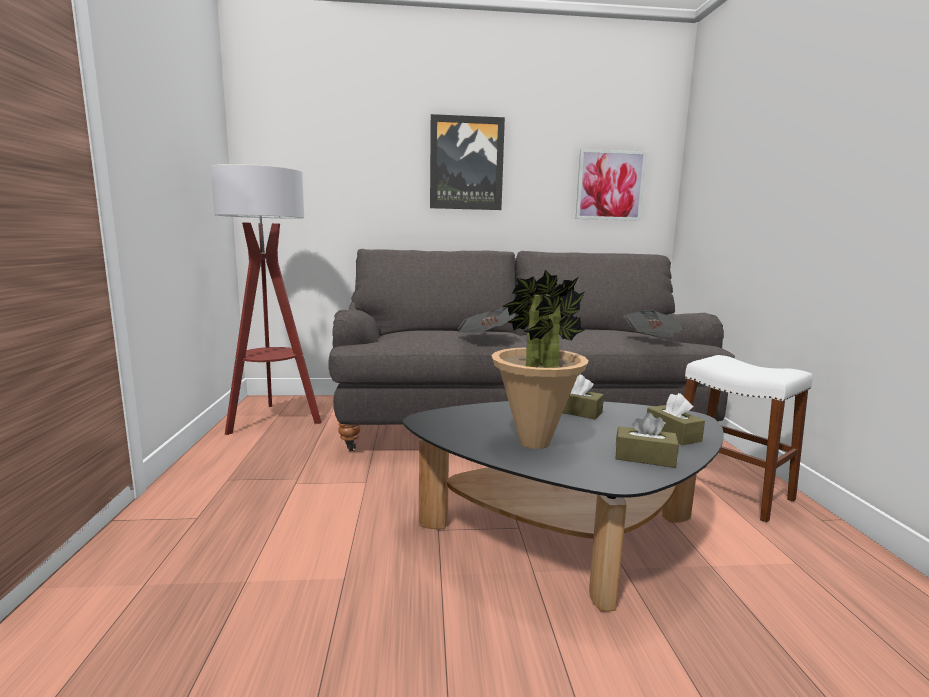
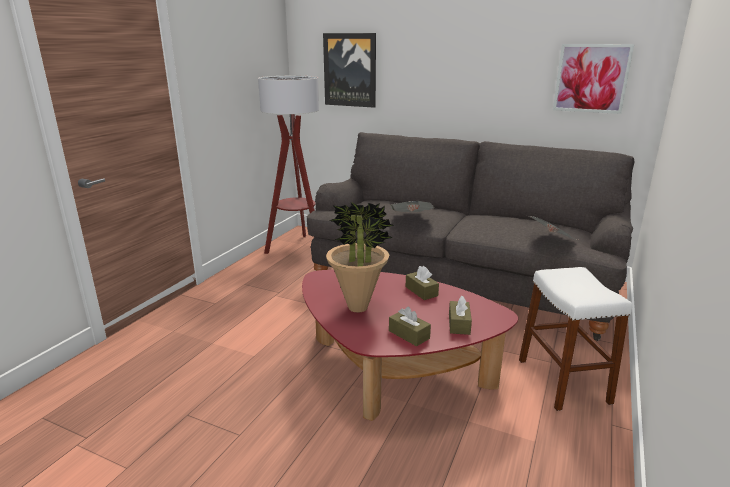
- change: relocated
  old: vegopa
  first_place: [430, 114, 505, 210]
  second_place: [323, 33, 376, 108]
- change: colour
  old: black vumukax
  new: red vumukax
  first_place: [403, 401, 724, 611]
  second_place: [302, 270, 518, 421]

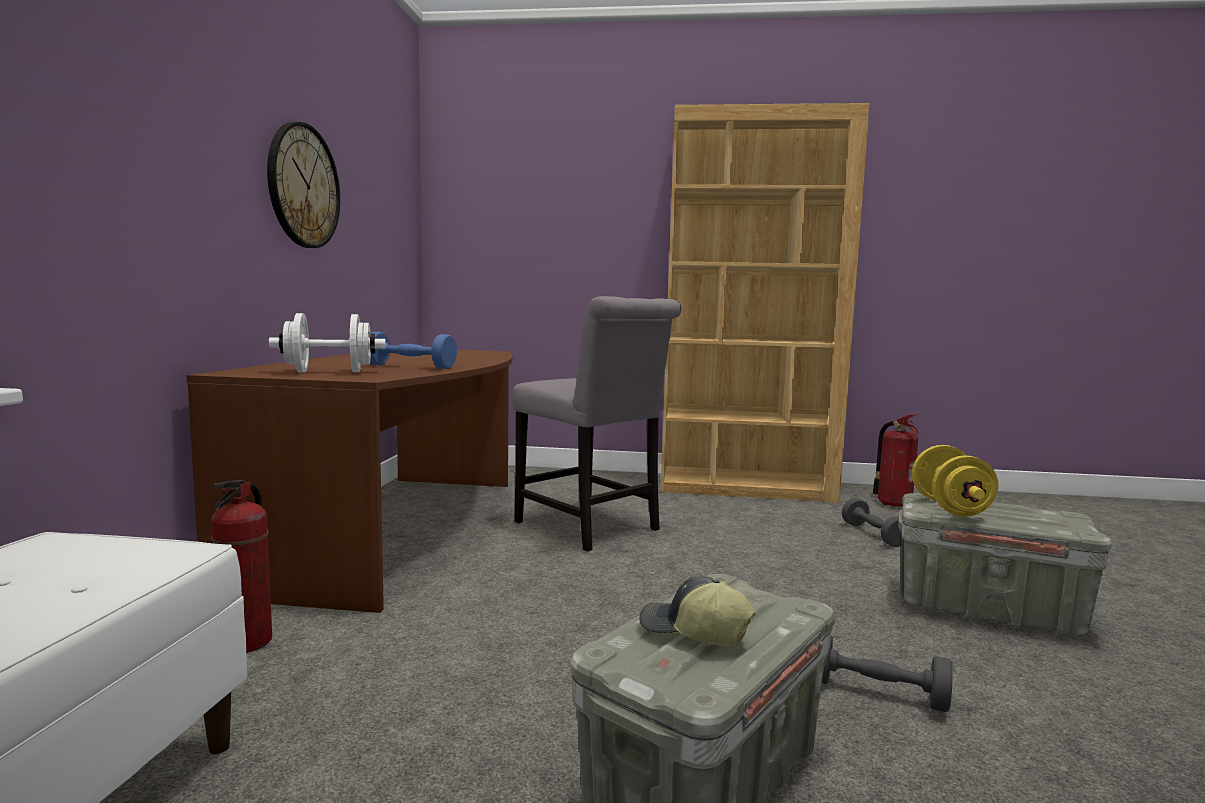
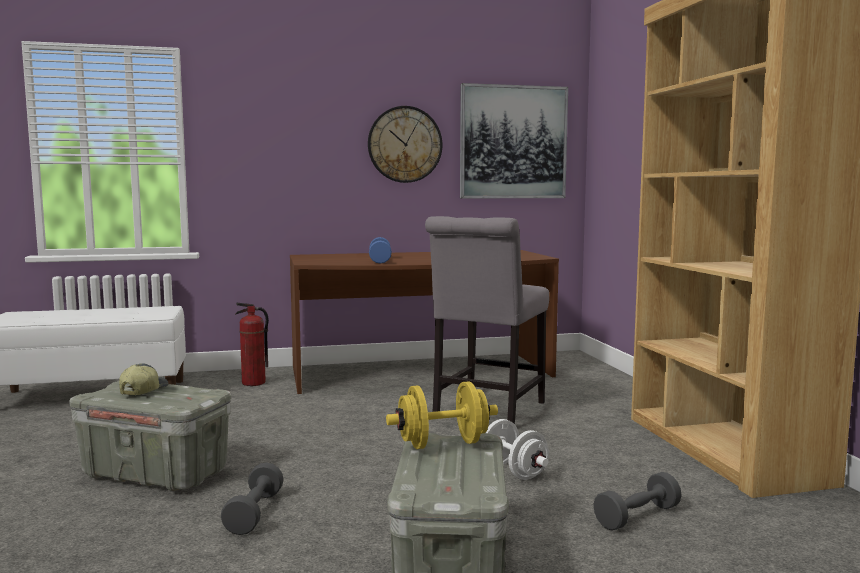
- change: relocated
  old: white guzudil
  first_place: [269, 313, 386, 372]
  second_place: [485, 419, 549, 480]
- change: missing
  old: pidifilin
  first_place: [872, 414, 918, 507]
- change: appeared
  new: vegopa
  second_place: [460, 83, 568, 198]

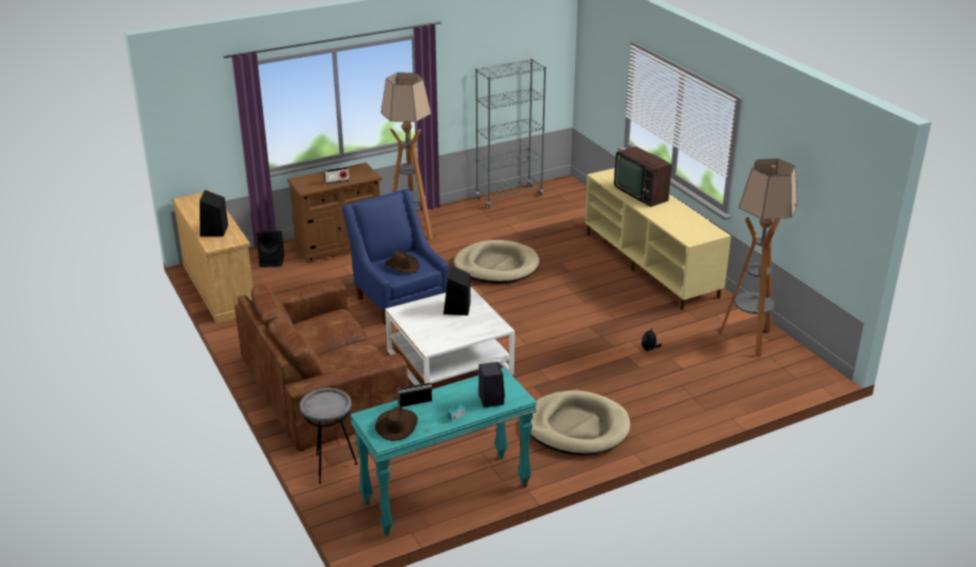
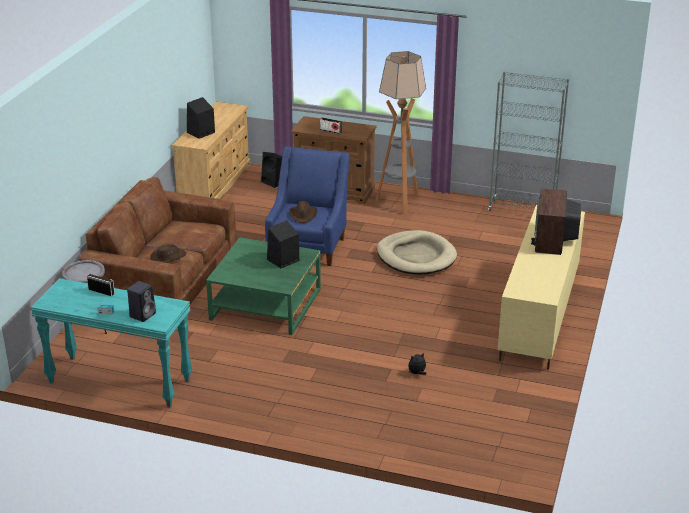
- change: missing
  old: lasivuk
  first_place: [719, 158, 797, 357]
- change: colour
  old: white vumukax
  new: green vumukax
  first_place: [385, 286, 515, 385]
  second_place: [206, 237, 321, 335]
- change: missing
  old: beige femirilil
  first_place: [531, 390, 630, 455]
- change: relocated
  old: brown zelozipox
  first_place: [375, 407, 418, 441]
  second_place: [150, 244, 186, 263]

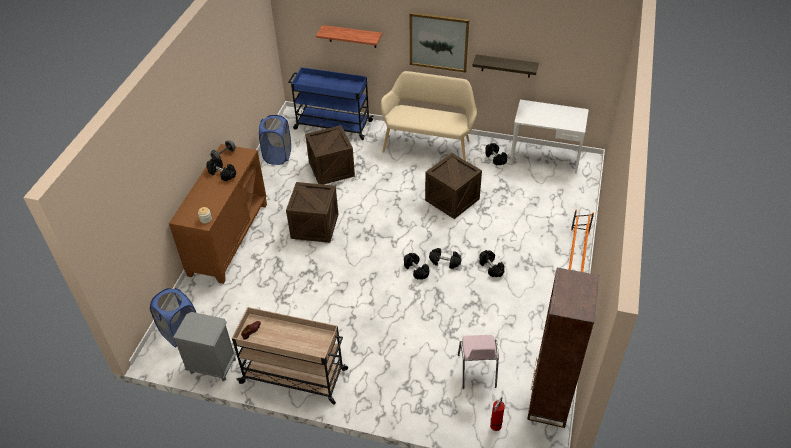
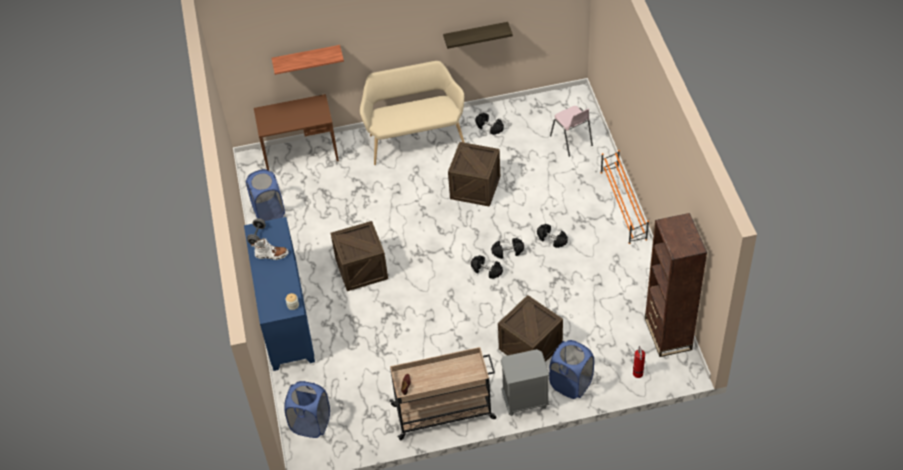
- change: missing
  old: vegopa
  first_place: [410, 12, 469, 73]
- change: exchanged
  old: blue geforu
  new: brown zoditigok
  first_place: [288, 67, 374, 140]
  second_place: [254, 94, 339, 171]
- change: missing
  old: white zoditigok
  first_place: [510, 100, 589, 174]
- change: relocated
  old: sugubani
  first_place: [305, 125, 355, 184]
  second_place: [498, 295, 563, 362]
- change: colour
  old: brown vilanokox
  new: blue vilanokox
  first_place: [169, 144, 267, 284]
  second_place: [244, 217, 315, 371]
- change: exchanged
  old: black guzudil
  new: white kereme
  first_place: [206, 158, 236, 181]
  second_place: [251, 238, 289, 260]
- change: relocated
  old: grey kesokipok
  first_place: [173, 312, 236, 381]
  second_place: [500, 349, 550, 416]
- change: relocated
  old: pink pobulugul
  first_place: [458, 335, 499, 389]
  second_place: [550, 106, 593, 157]
- change: appeared
  new: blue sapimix
  second_place: [549, 340, 594, 399]

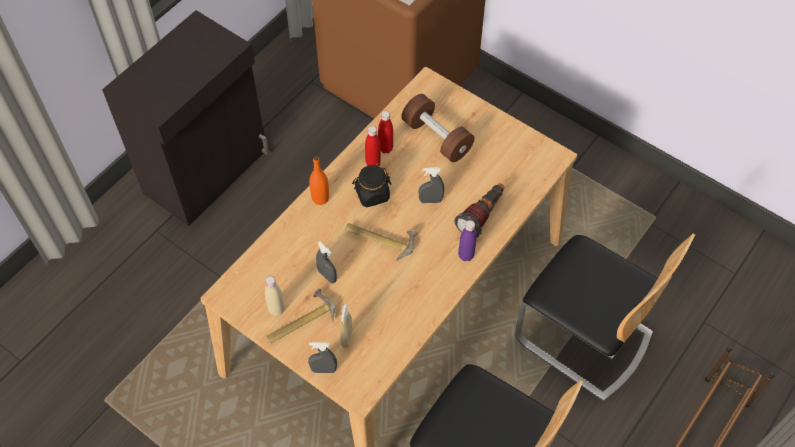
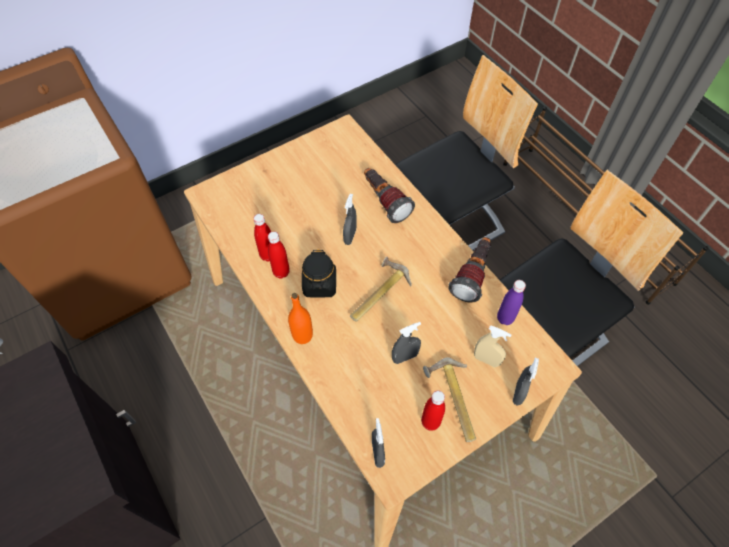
- change: missing
  old: brown guzudil
  first_place: [401, 94, 474, 162]
- change: relocated
  old: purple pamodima
  first_place: [458, 220, 476, 261]
  second_place: [497, 280, 526, 325]
- change: colour
  old: beige pamodima
  new: red pamodima
  first_place: [265, 276, 285, 316]
  second_place: [421, 391, 445, 431]
- change: appeared
  new: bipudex
  second_place: [448, 237, 491, 303]
- change: appeared
  new: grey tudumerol
  second_place: [372, 418, 385, 468]

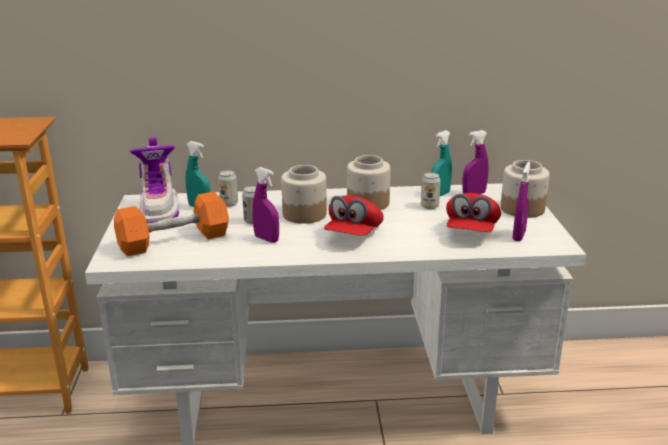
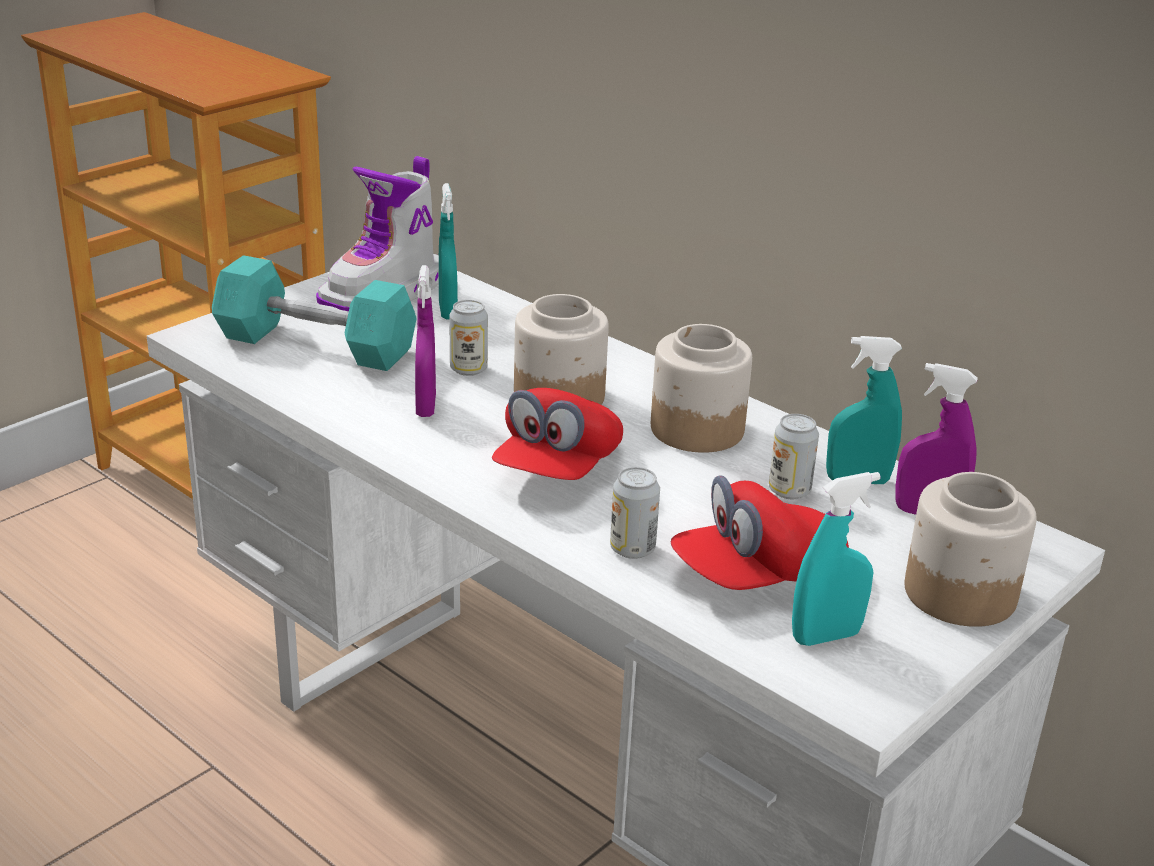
- change: colour
  old: purple tudumerol
  new: turquoise tudumerol
  first_place: [513, 162, 530, 241]
  second_place: [792, 472, 881, 646]
- change: relocated
  old: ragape
  first_place: [218, 170, 238, 207]
  second_place: [610, 467, 660, 559]
- change: colour
  old: orange guzudil
  new: turquoise guzudil
  first_place: [114, 192, 229, 256]
  second_place: [212, 255, 417, 371]
- change: spun
  old: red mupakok
  first_place: [324, 195, 384, 236]
  second_place: [492, 388, 623, 480]
  degrees: -45

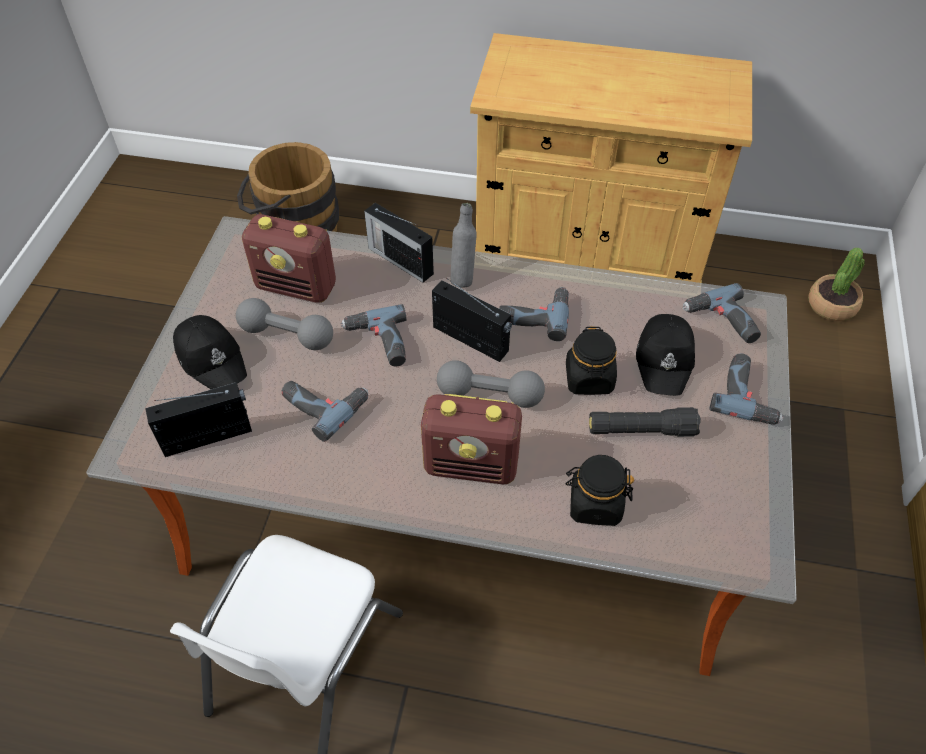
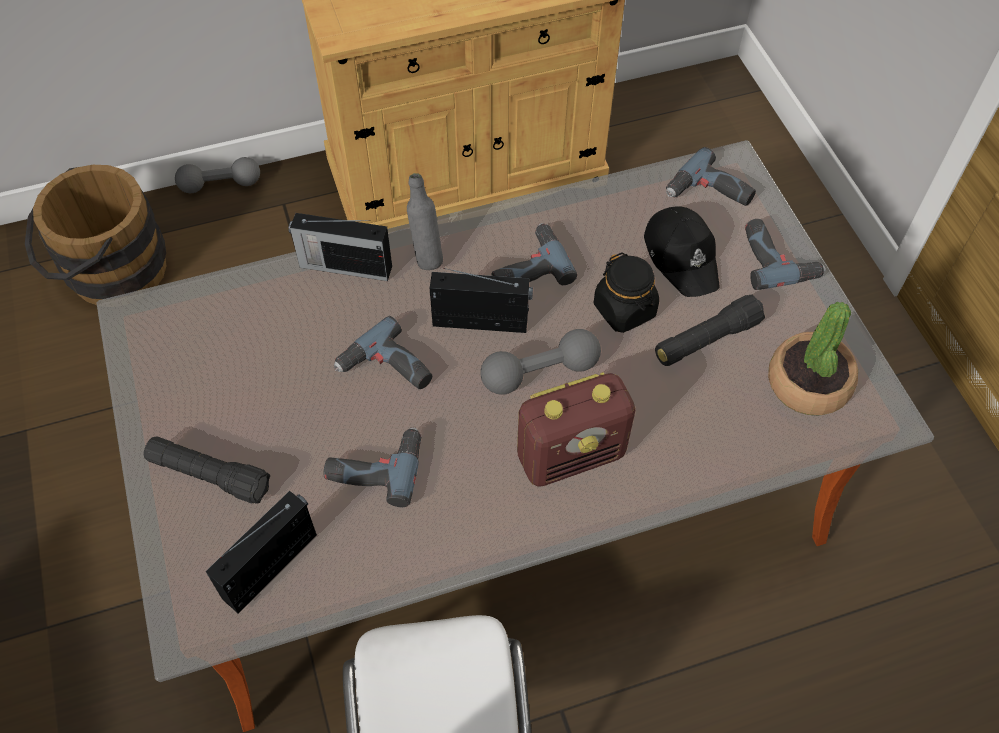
- change: missing
  old: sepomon
  first_place: [242, 214, 336, 303]
- change: relocated
  old: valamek
  first_place: [808, 248, 865, 321]
  second_place: [768, 302, 858, 415]
- change: relocated
  old: grey guzudil
  first_place: [236, 298, 333, 350]
  second_place: [175, 157, 260, 193]
- change: exchanged
  old: black mupakok
  new: black bipudex
  first_place: [173, 315, 247, 389]
  second_place: [144, 436, 270, 504]
- change: missing
  old: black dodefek
  first_place: [565, 455, 634, 526]

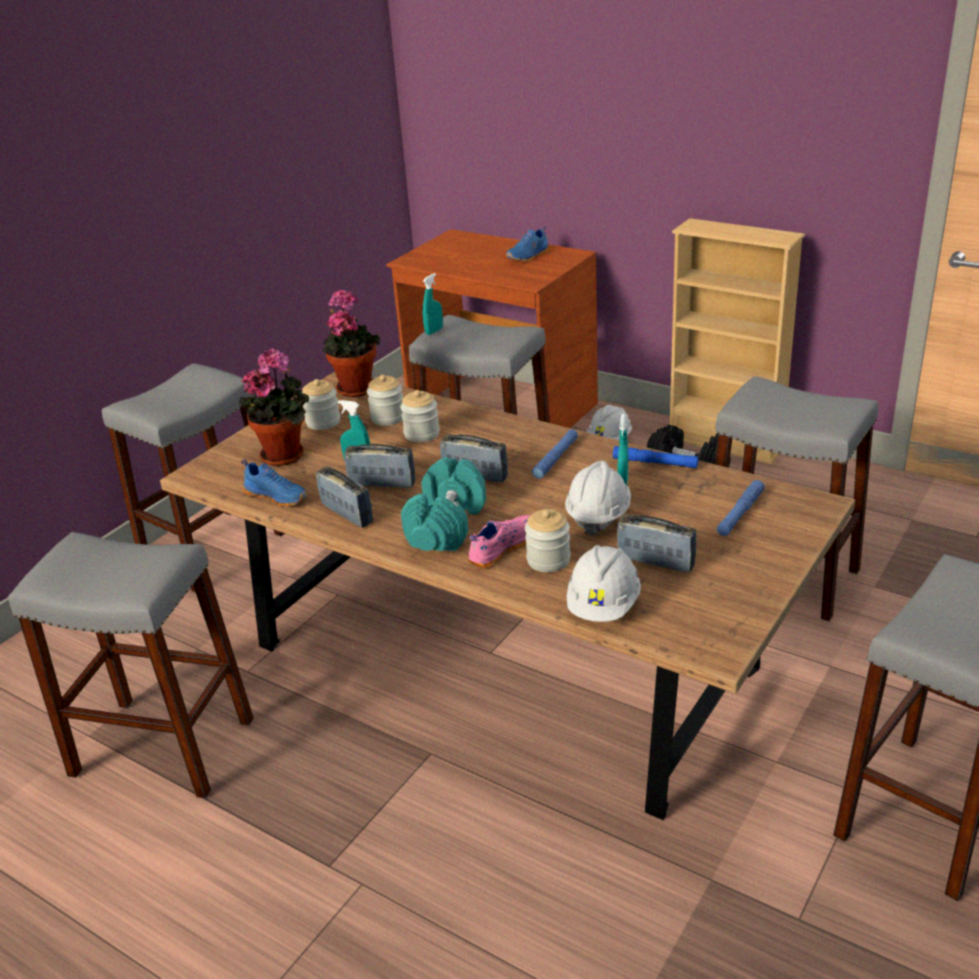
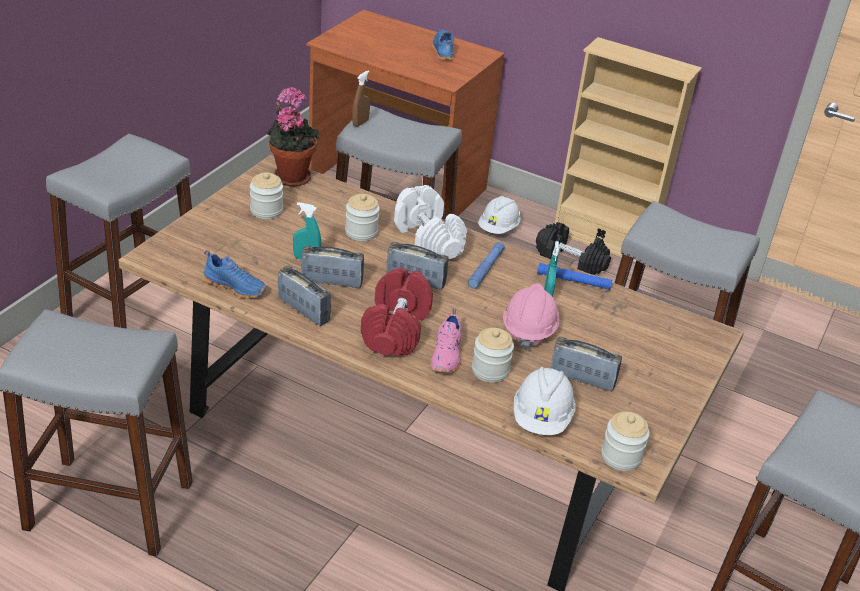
- change: spun
  old: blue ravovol
  first_place: [506, 226, 549, 262]
  second_place: [432, 30, 454, 60]
  degrees: 135
- change: colour
  old: turquoise tudumerol
  new: brown tudumerol
  first_place: [423, 273, 443, 335]
  second_place: [352, 70, 370, 127]
- change: missing
  old: valamek
  first_place: [238, 348, 309, 466]
- change: relocated
  old: dodefek
  first_place: [367, 375, 403, 426]
  second_place: [601, 411, 650, 471]
- change: colour
  old: turquoise guzudil
  new: red guzudil
  first_place: [401, 457, 486, 551]
  second_place: [361, 268, 433, 356]
- change: colour
  old: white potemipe
  new: pink potemipe
  first_place: [565, 460, 631, 536]
  second_place: [503, 283, 559, 350]
- change: missing
  old: blue bipudex
  first_place: [717, 480, 765, 536]
- change: spun
  old: pink ravovol
  first_place: [468, 515, 530, 569]
  second_place: [430, 308, 461, 373]
  degrees: 150
- change: appeared
  new: white guzudil
  second_place: [394, 185, 467, 259]

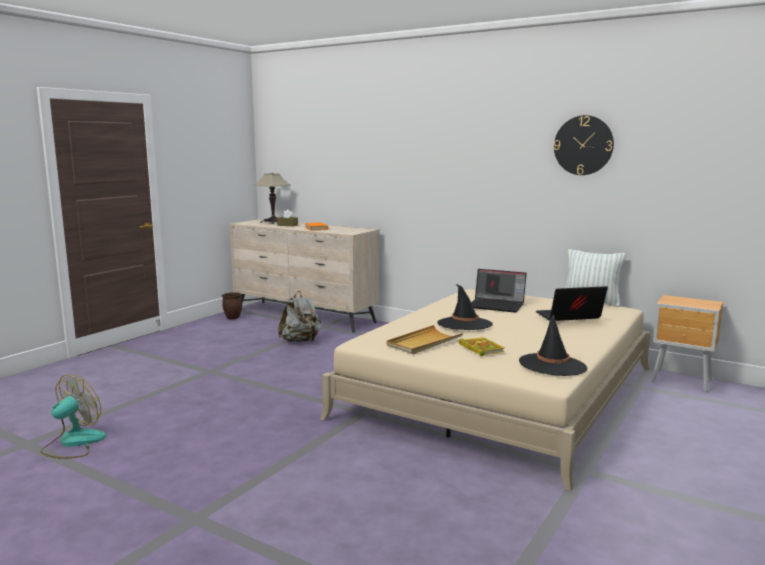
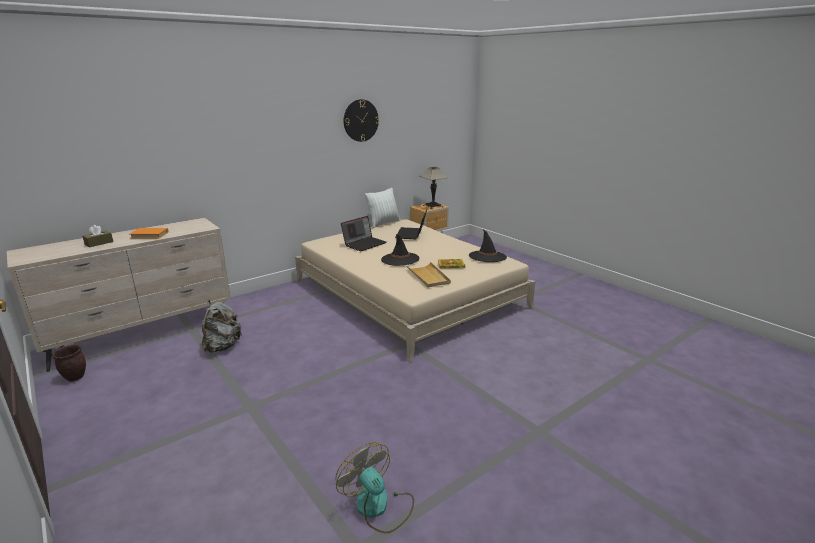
- change: relocated
  old: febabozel
  first_place: [253, 173, 290, 224]
  second_place: [419, 167, 449, 209]

